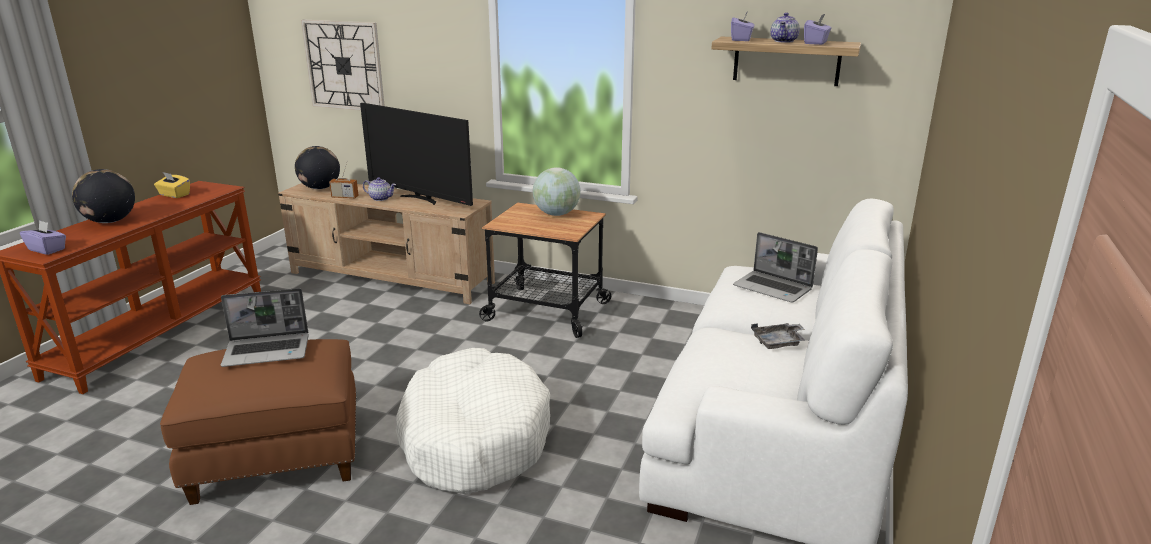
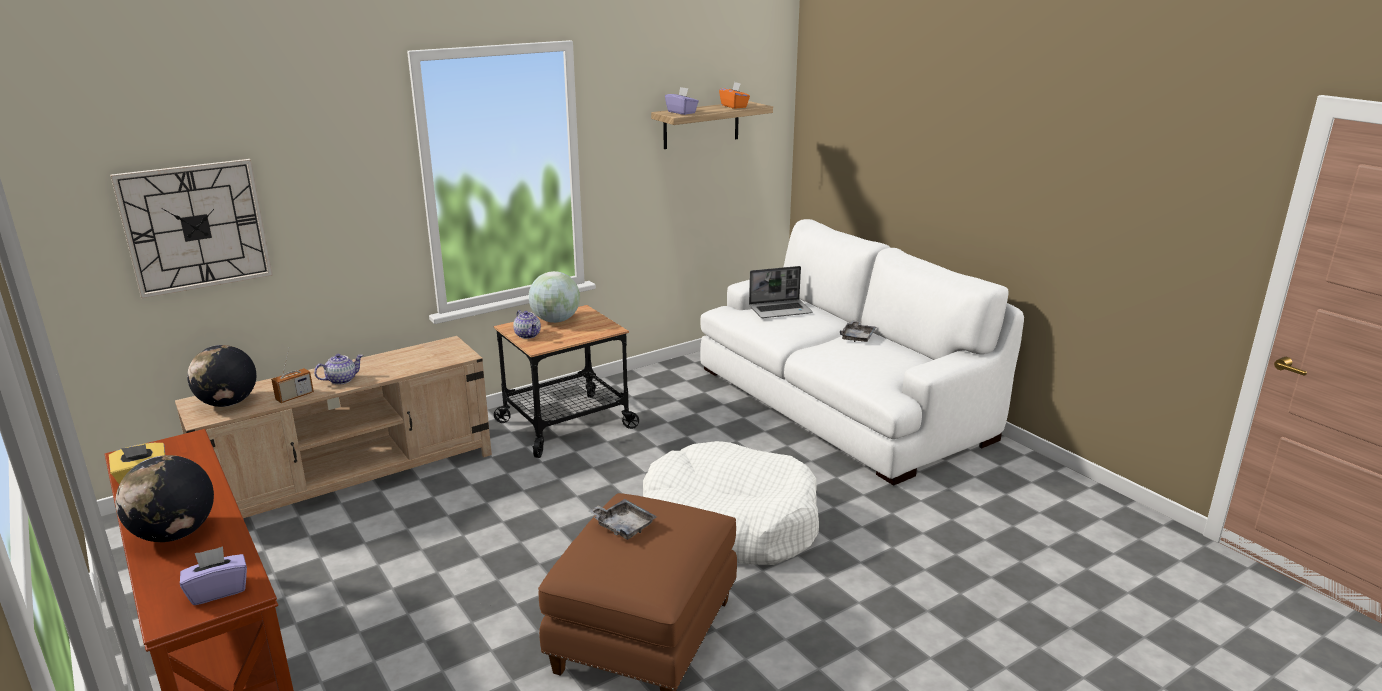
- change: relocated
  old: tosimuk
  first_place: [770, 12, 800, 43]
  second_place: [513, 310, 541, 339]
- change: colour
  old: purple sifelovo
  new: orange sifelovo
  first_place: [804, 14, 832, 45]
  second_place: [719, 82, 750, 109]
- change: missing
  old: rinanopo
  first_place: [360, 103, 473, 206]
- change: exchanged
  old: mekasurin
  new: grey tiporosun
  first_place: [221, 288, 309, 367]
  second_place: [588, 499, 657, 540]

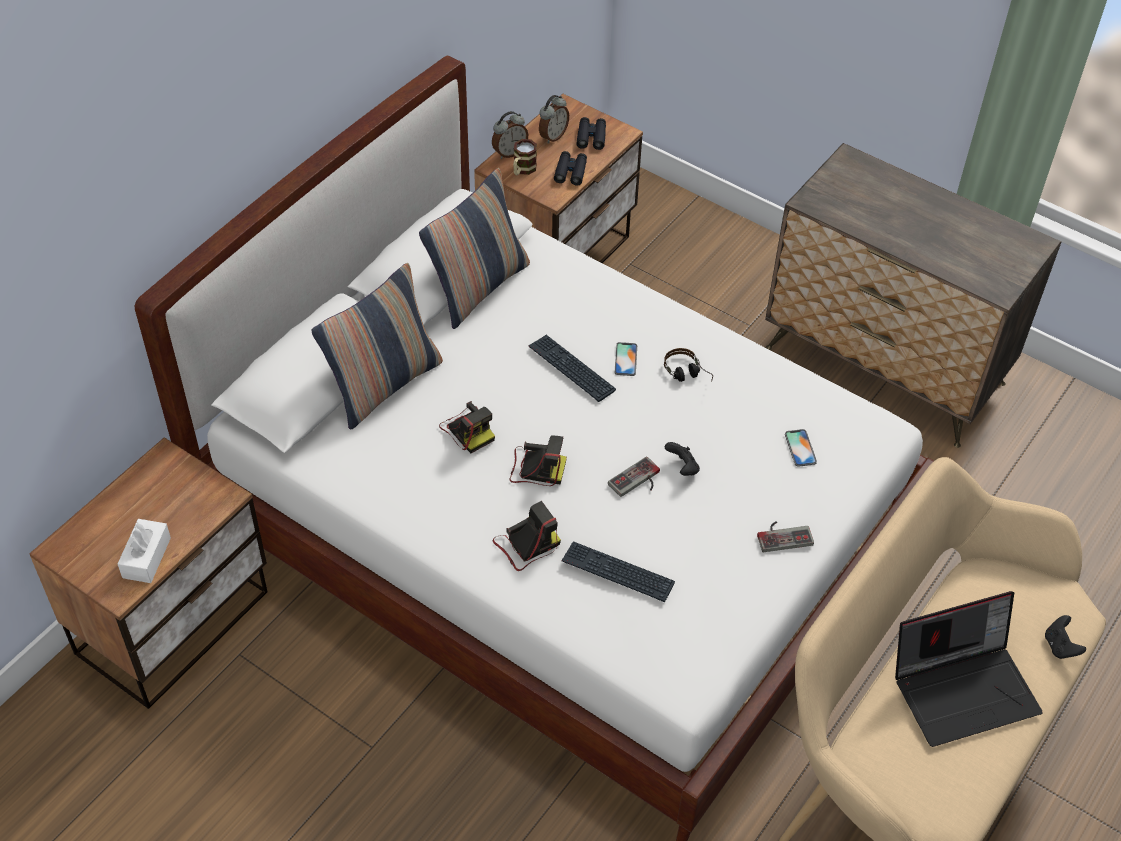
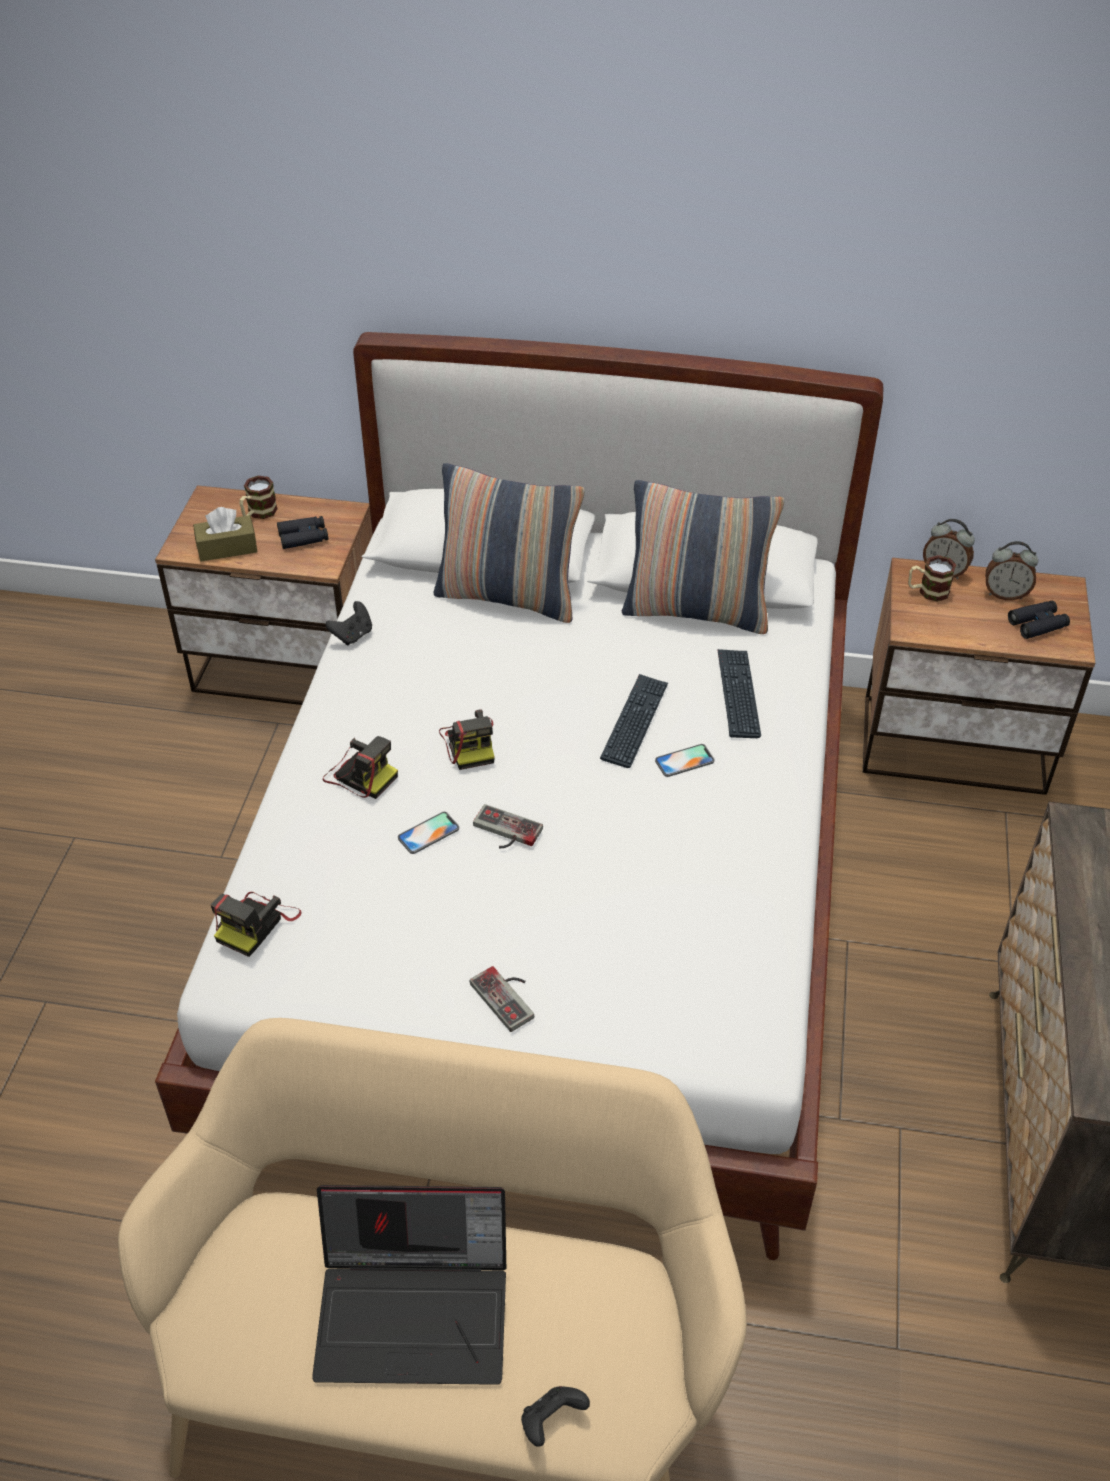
- change: relocated
  old: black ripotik
  first_place: [554, 151, 587, 186]
  second_place: [277, 516, 328, 549]
- change: missing
  old: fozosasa
  first_place: [664, 348, 713, 382]
- change: relocated
  old: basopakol
  first_place: [439, 401, 495, 453]
  second_place: [211, 892, 302, 957]
- change: relocated
  old: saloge
  first_place: [785, 429, 817, 467]
  second_place: [398, 812, 459, 854]
- change: relocated
  old: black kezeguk
  first_place: [665, 442, 700, 476]
  second_place: [325, 601, 372, 646]
- change: colour
  old: white sifelovo
  new: brown sifelovo
  first_place: [118, 519, 171, 583]
  second_place: [193, 507, 257, 562]
- change: relocated
  old: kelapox
  first_place: [562, 541, 675, 602]
  second_place: [717, 649, 761, 738]
- change: spun
  old: mekasurin
  first_place: [895, 591, 1043, 747]
  second_place: [312, 1185, 506, 1385]
  degrees: -45
- change: appeared
  new: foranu
  second_place: [240, 476, 277, 519]

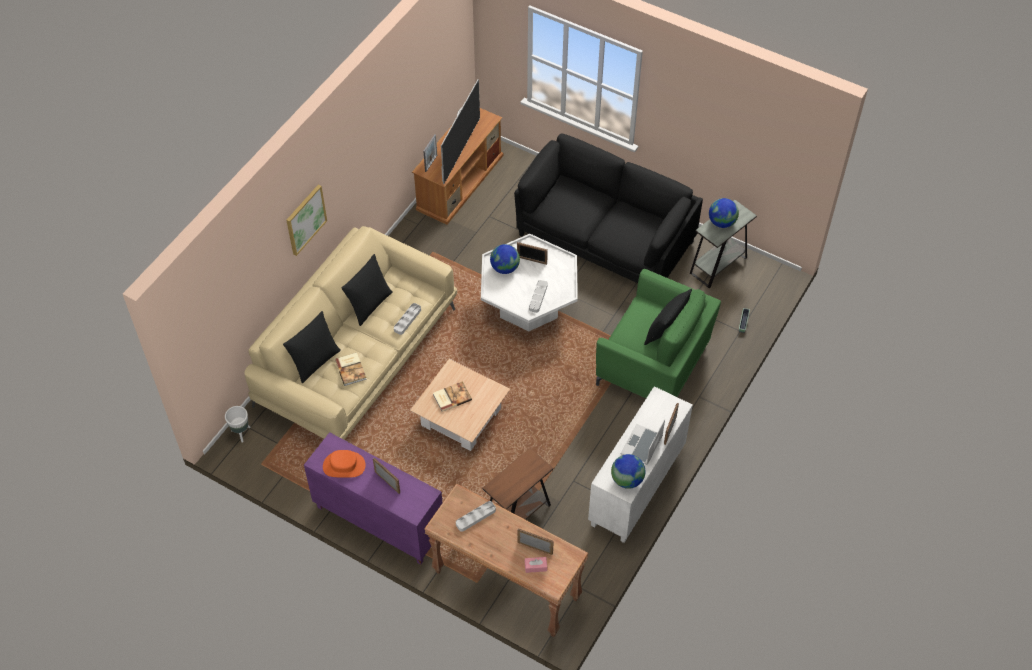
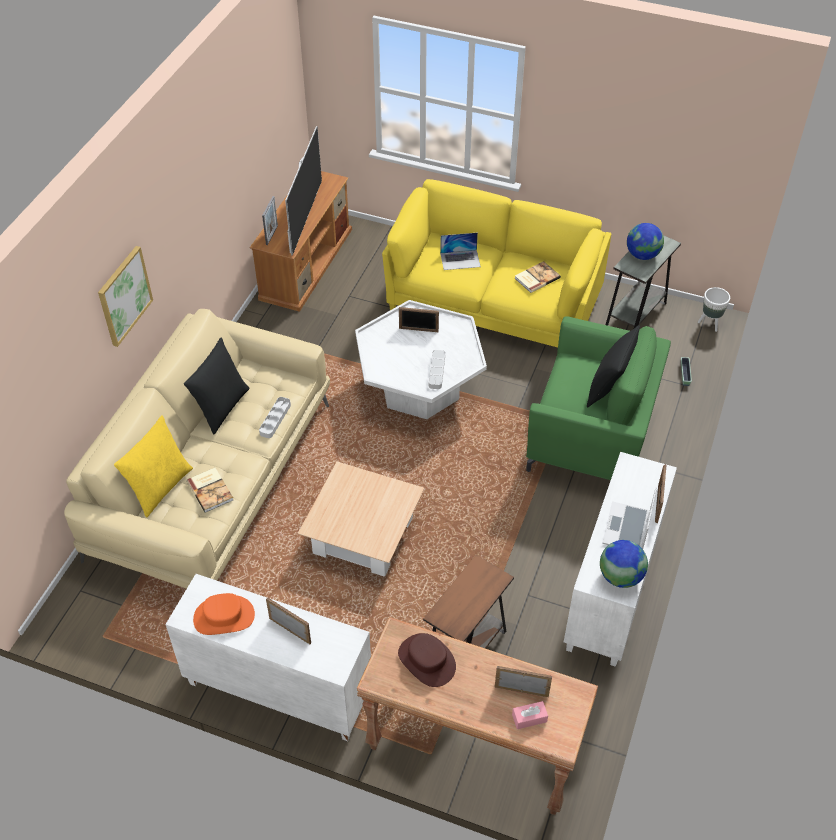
- change: colour
  old: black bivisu
  new: yellow bivisu
  first_place: [514, 133, 703, 283]
  second_place: [382, 179, 611, 347]
- change: missing
  old: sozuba
  first_place: [490, 244, 520, 274]
- change: colour
  old: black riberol
  new: yellow riberol
  first_place: [283, 311, 341, 383]
  second_place: [114, 415, 193, 517]
- change: relocated
  old: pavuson
  first_place: [433, 381, 472, 412]
  second_place: [514, 261, 561, 293]
- change: relocated
  old: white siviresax
  first_place: [225, 406, 251, 443]
  second_place: [698, 287, 730, 332]
- change: colour
  old: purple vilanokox
  new: white vilanokox
  first_place: [304, 432, 442, 565]
  second_place: [165, 574, 371, 741]
- change: exchanged
  old: grey tiporosun
  new: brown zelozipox
  first_place: [456, 501, 496, 532]
  second_place: [398, 633, 456, 687]
- change: appeared
  new: mekasurin
  second_place: [440, 232, 481, 270]

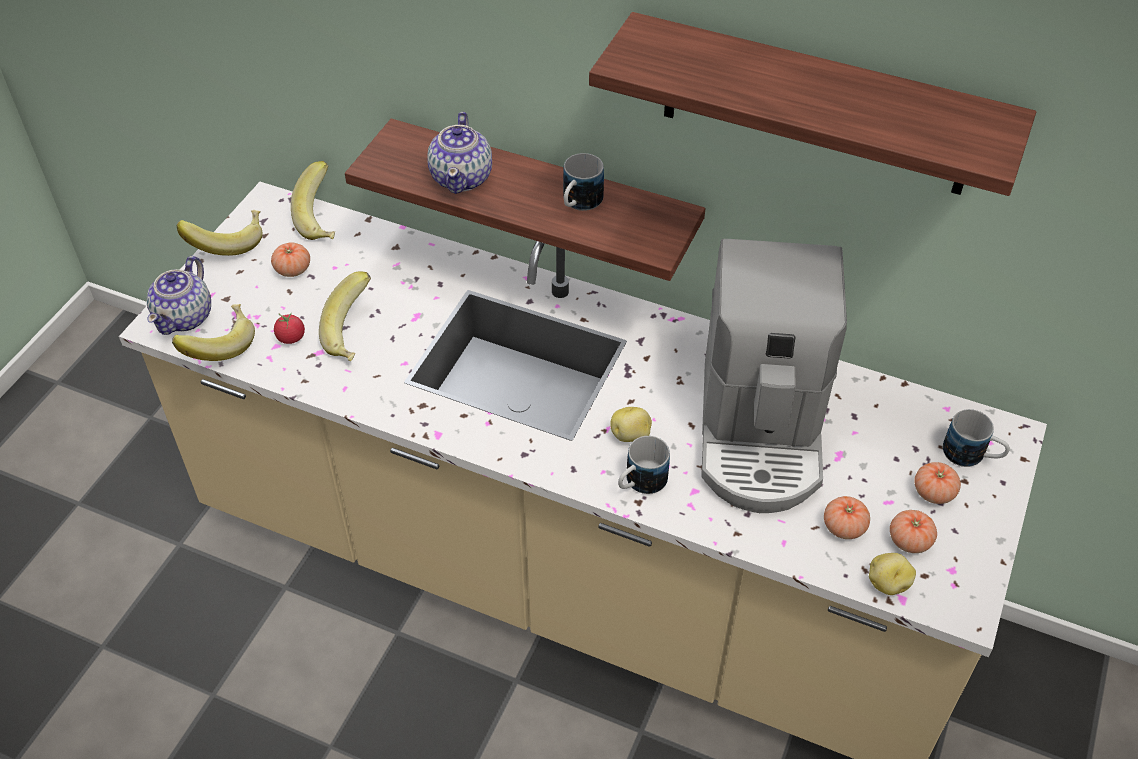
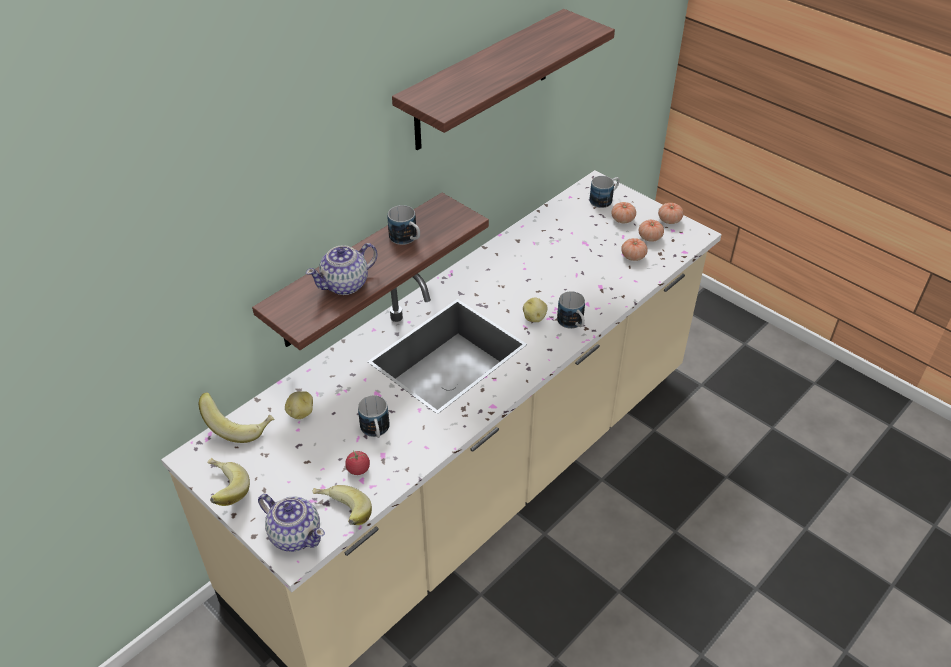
- change: spun
  old: tosimuk
  first_place: [428, 112, 492, 194]
  second_place: [306, 243, 378, 295]
  degrees: 120
- change: missing
  old: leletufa
  first_place: [701, 239, 847, 513]
- change: relocated
  old: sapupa
  first_place: [271, 242, 310, 277]
  second_place: [658, 203, 684, 224]
- change: exchanged
  old: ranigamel
  new: foranu
  first_place: [319, 272, 371, 361]
  second_place: [358, 395, 390, 438]
- change: relocated
  old: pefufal
  first_place: [869, 553, 916, 595]
  second_place: [285, 391, 313, 419]

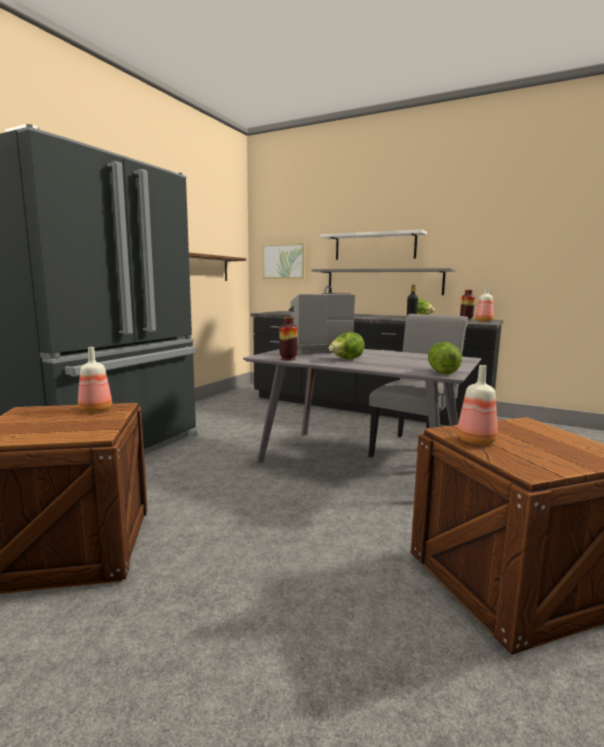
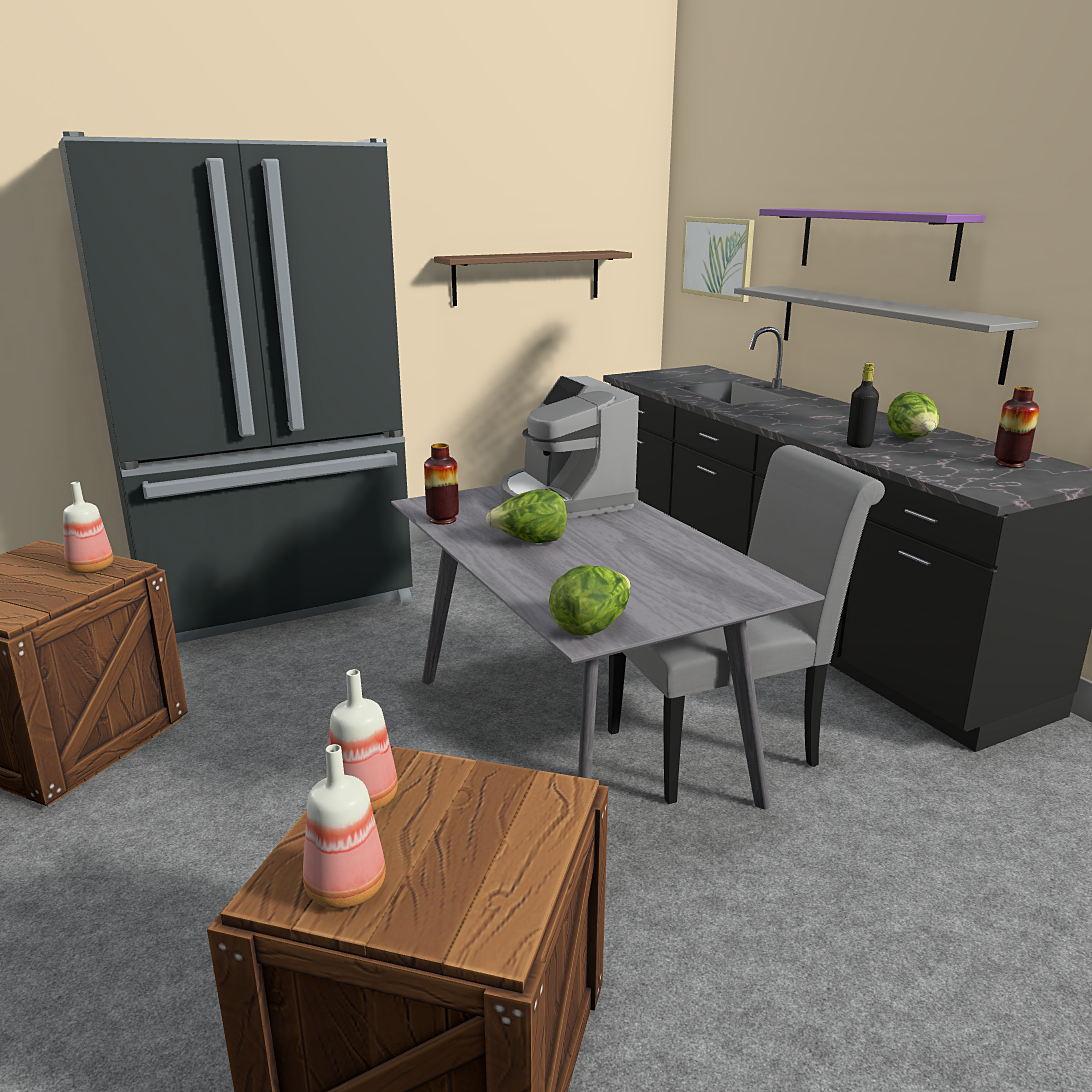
- change: colour
  old: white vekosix
  new: purple vekosix
  first_place: [321, 230, 427, 260]
  second_place: [759, 208, 986, 281]
- change: relocated
  old: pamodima
  first_place: [475, 286, 494, 322]
  second_place: [303, 744, 386, 908]
- change: spun
  old: leletufa
  first_place: [289, 293, 355, 354]
  second_place: [501, 376, 639, 518]
  degrees: -135

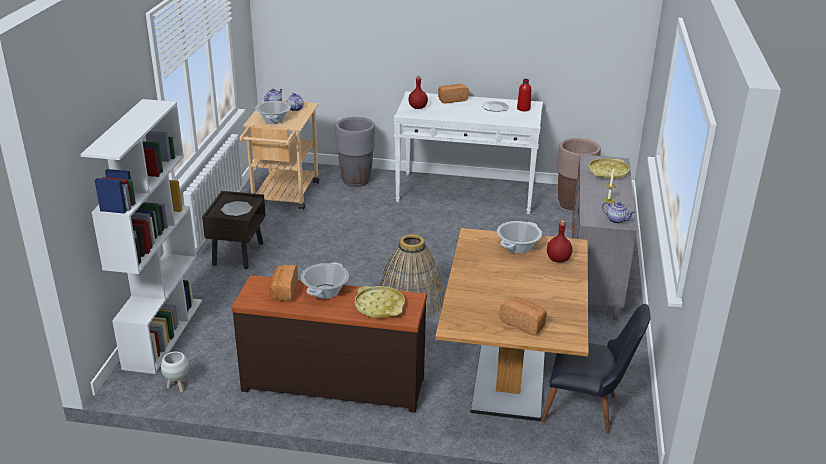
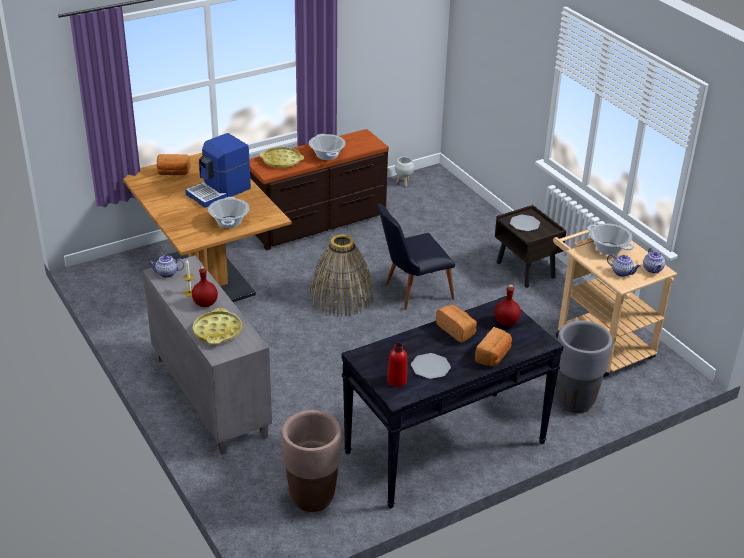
- change: colour
  old: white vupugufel
  new: black vupugufel
  first_place: [394, 91, 543, 214]
  second_place: [341, 296, 564, 509]
- change: missing
  old: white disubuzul
  first_place: [80, 99, 202, 374]
- change: relocated
  old: red pamodima
  first_place: [547, 220, 572, 262]
  second_place: [192, 266, 218, 307]
- change: relocated
  old: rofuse
  first_place: [269, 265, 298, 302]
  second_place: [436, 305, 477, 343]
- change: relocated
  old: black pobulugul
  first_place: [541, 304, 651, 434]
  second_place: [378, 204, 455, 310]
- change: appeared
  new: leletufa
  second_place: [185, 133, 251, 208]

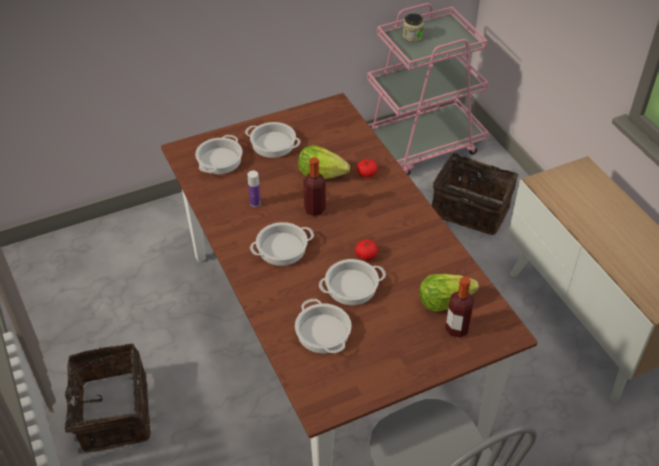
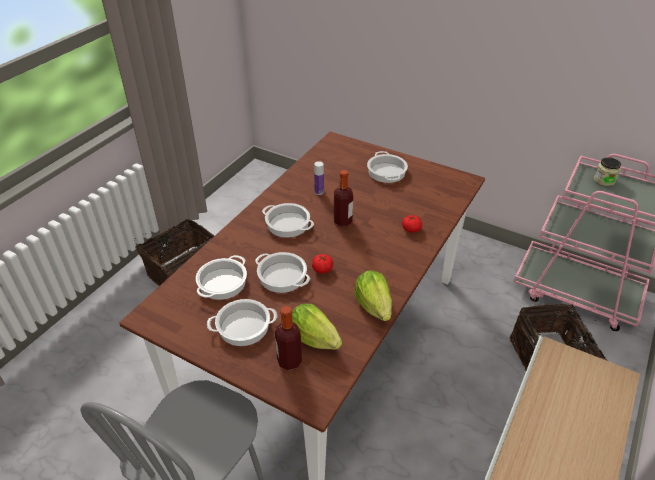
- change: relocated
  old: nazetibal
  first_place: [195, 135, 242, 174]
  second_place: [207, 299, 277, 346]
- change: relocated
  old: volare
  first_place: [298, 145, 350, 179]
  second_place: [354, 270, 392, 321]

